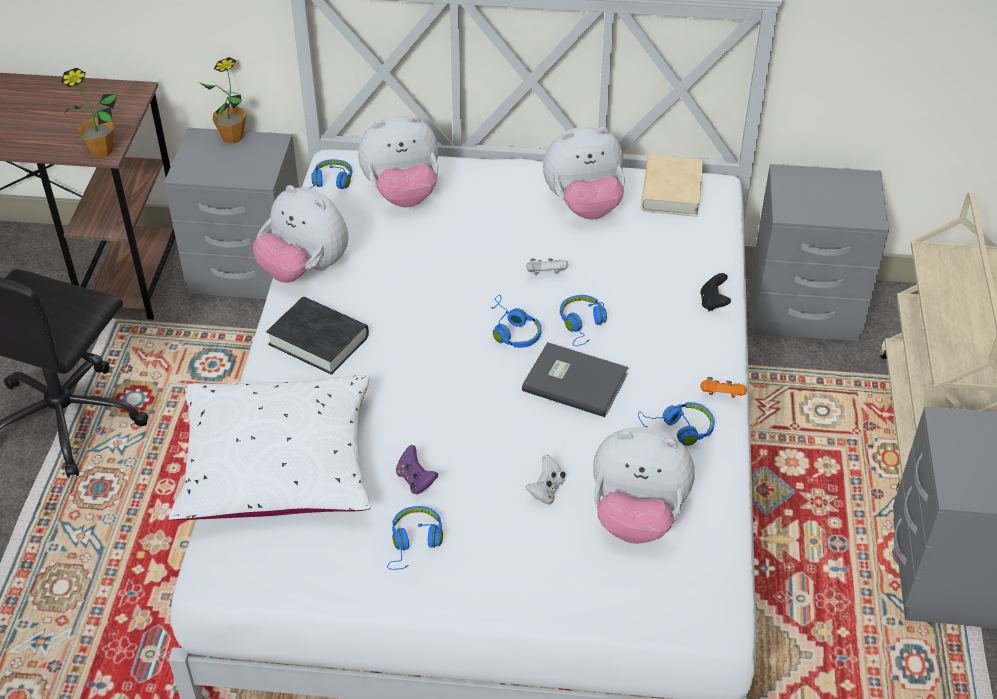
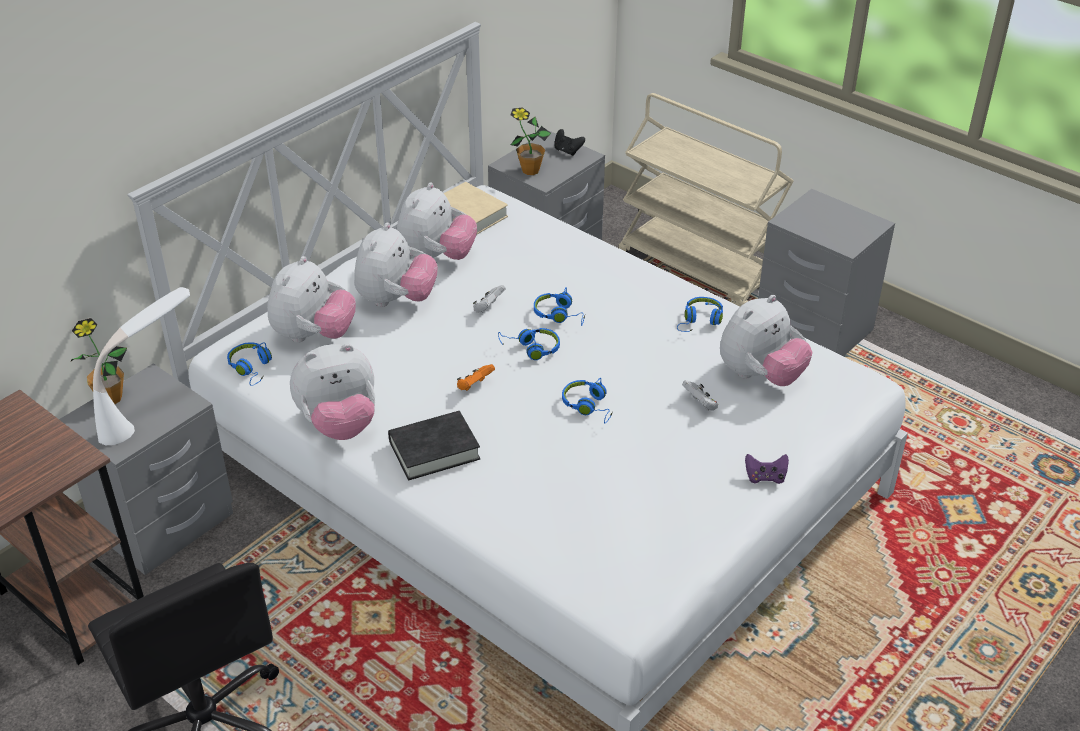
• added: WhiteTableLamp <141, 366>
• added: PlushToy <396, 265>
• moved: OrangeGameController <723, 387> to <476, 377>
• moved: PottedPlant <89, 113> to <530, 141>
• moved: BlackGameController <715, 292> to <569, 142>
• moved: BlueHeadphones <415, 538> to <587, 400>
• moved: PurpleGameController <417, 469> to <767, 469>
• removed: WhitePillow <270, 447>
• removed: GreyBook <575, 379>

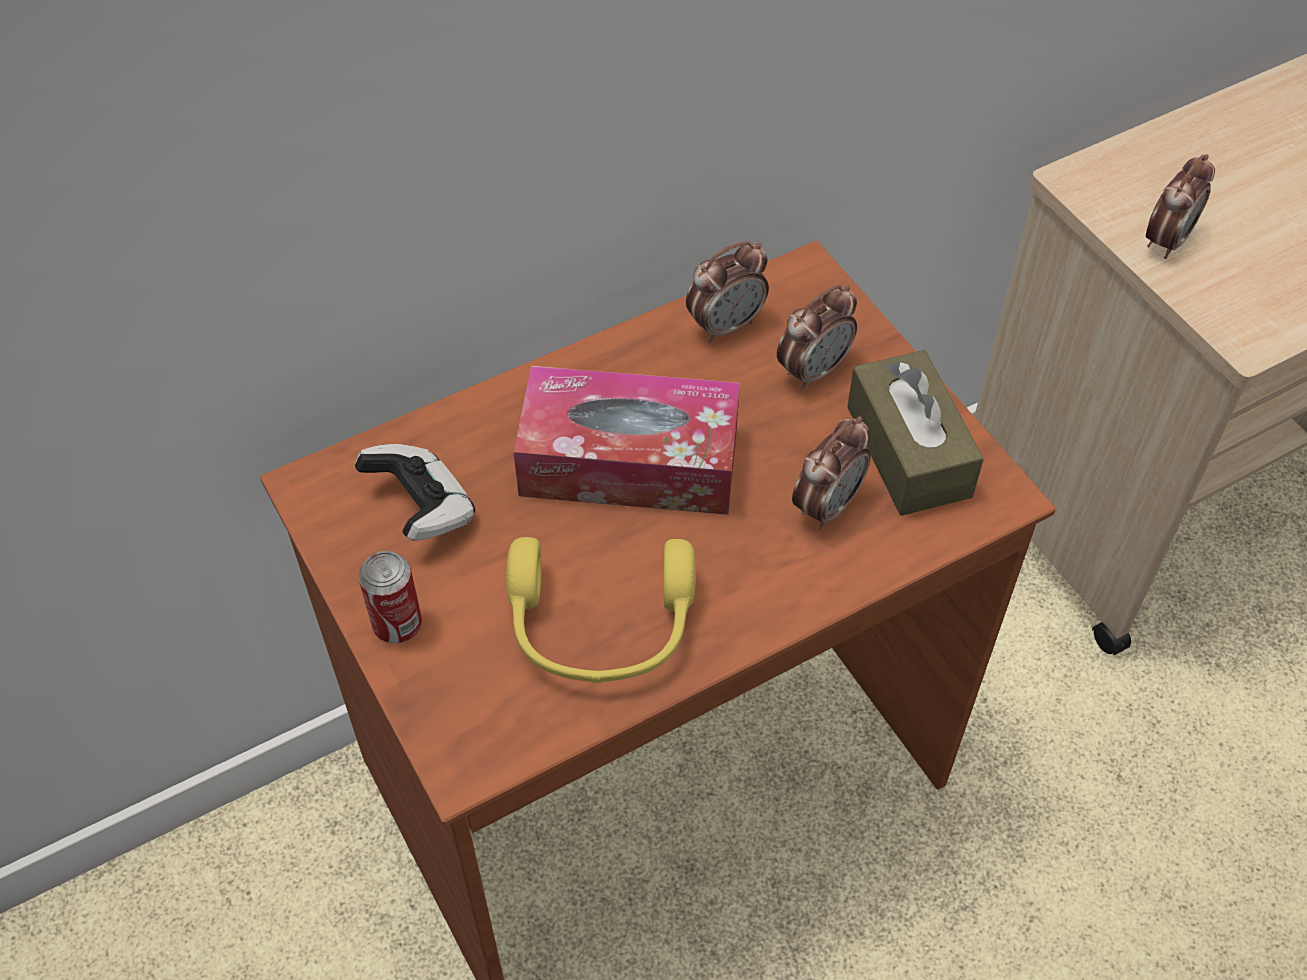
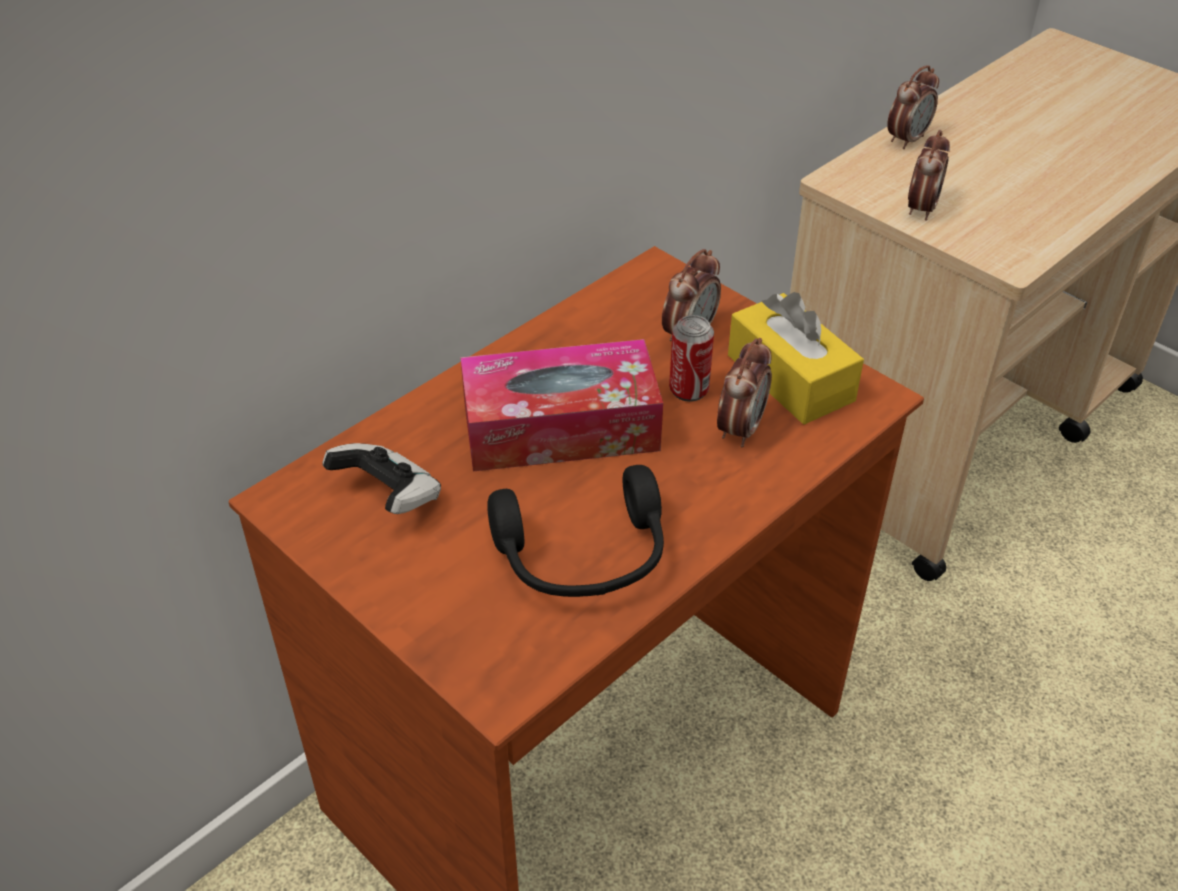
• recoloured: YellowHeadphones <601, 610> to BlackHeadphones <575, 531>
• moved: Can <390, 597> to <691, 358>
• recoloured: BrownTissueBox <915, 433> to YellowTissueBox <796, 358>
• moved: AlarmClock <727, 292> to <913, 107>

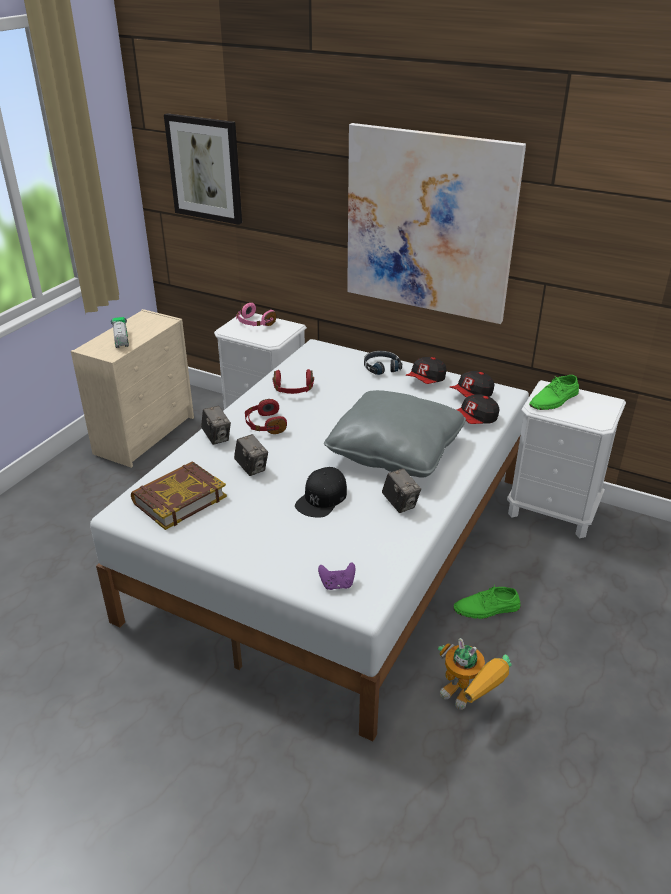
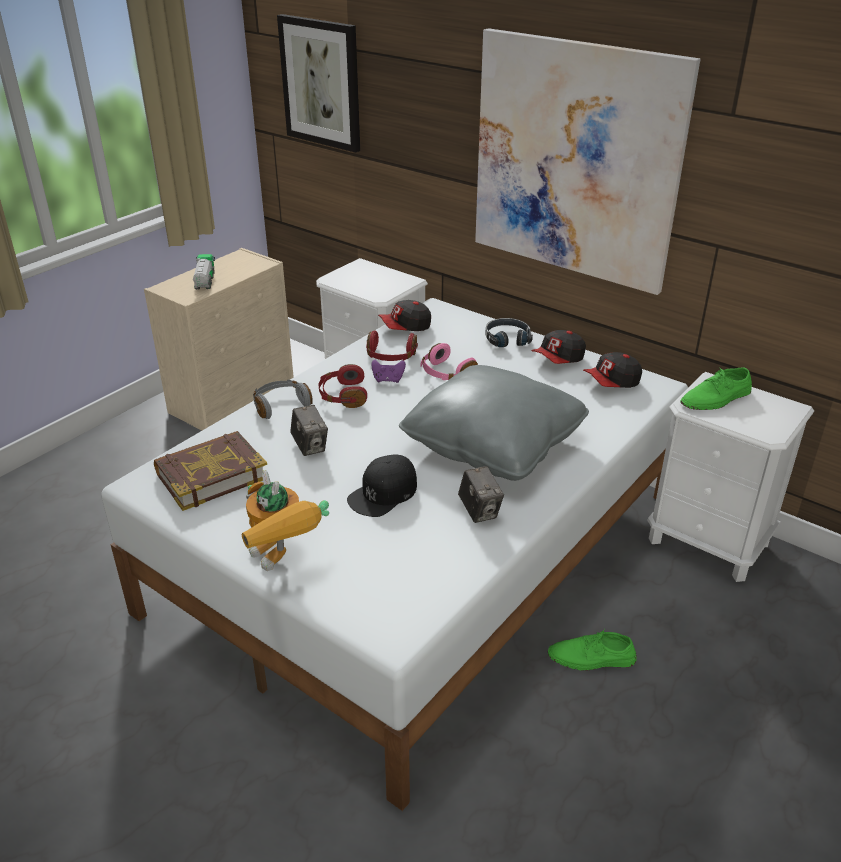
• moved: ToyRobot <475, 674> to <285, 520>
• replaced: PhotoCamera <216, 425> to GreyHeadphones <283, 399>
• moved: PurpleGameController <336, 576> to <388, 371>
• moved: Cap <478, 409> to <404, 315>
• moved: PinkHeadphones <256, 314> to <449, 361>

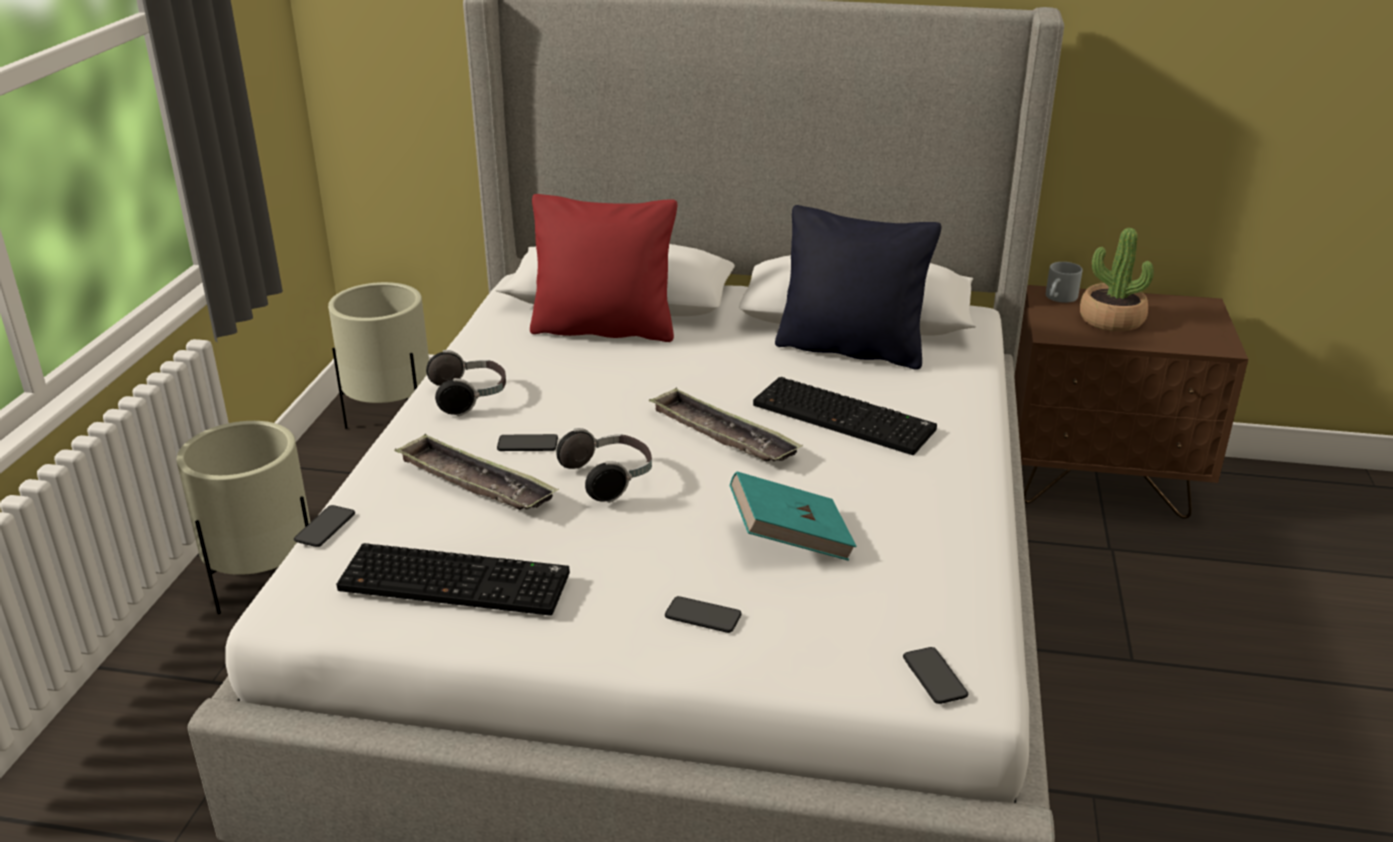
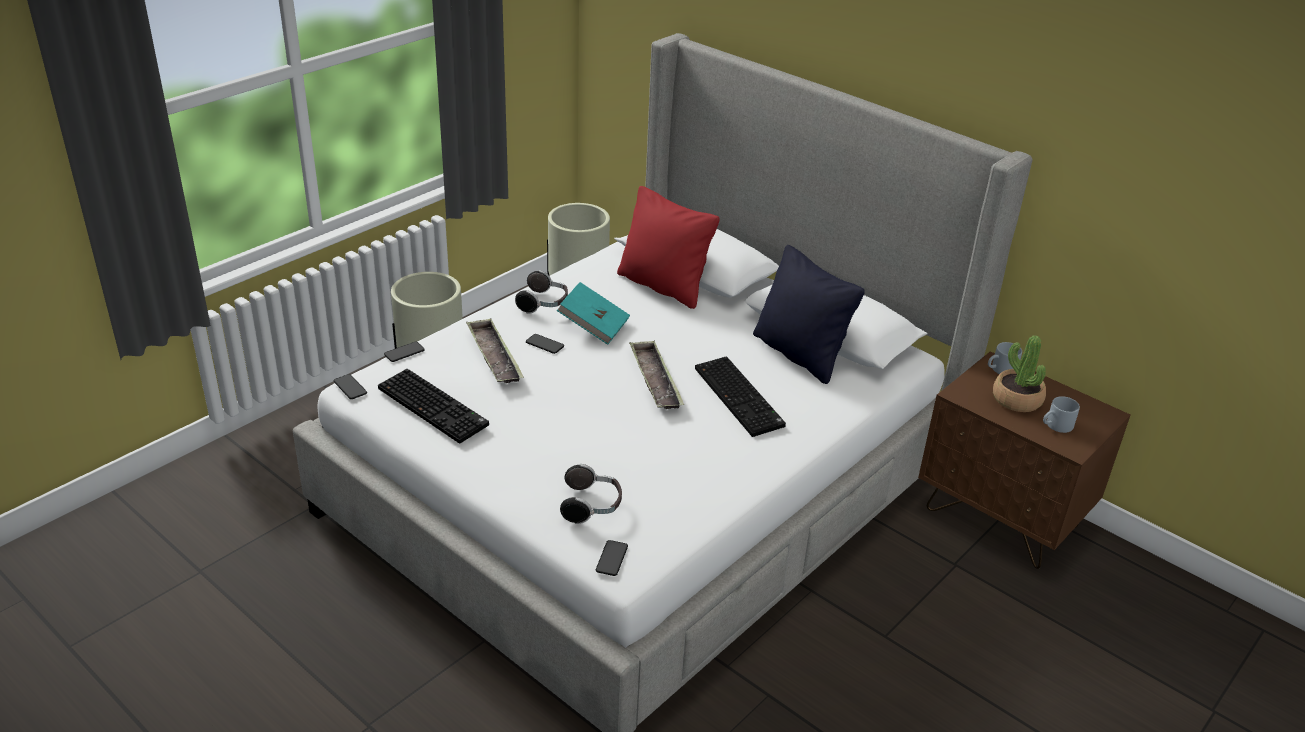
• moved: Phone <703, 614> to <350, 386>
• moved: TurquoiseBook <793, 516> to <593, 313>
• moved: Headphones <604, 465> to <591, 494>
• added: GreyMug <1061, 414>

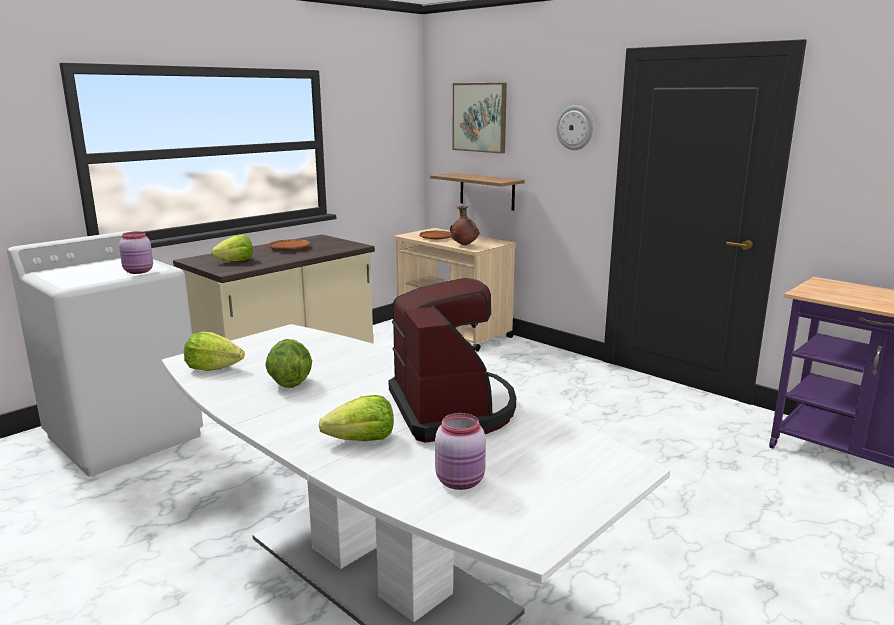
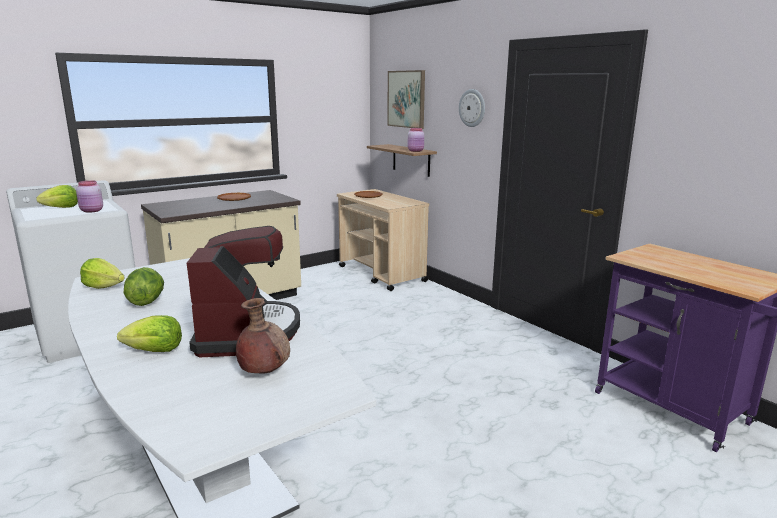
• moved: Lettuce <232, 248> to <57, 196>
• moved: BrownVase <465, 225> to <263, 336>
• moved: PinkJar <460, 451> to <416, 140>

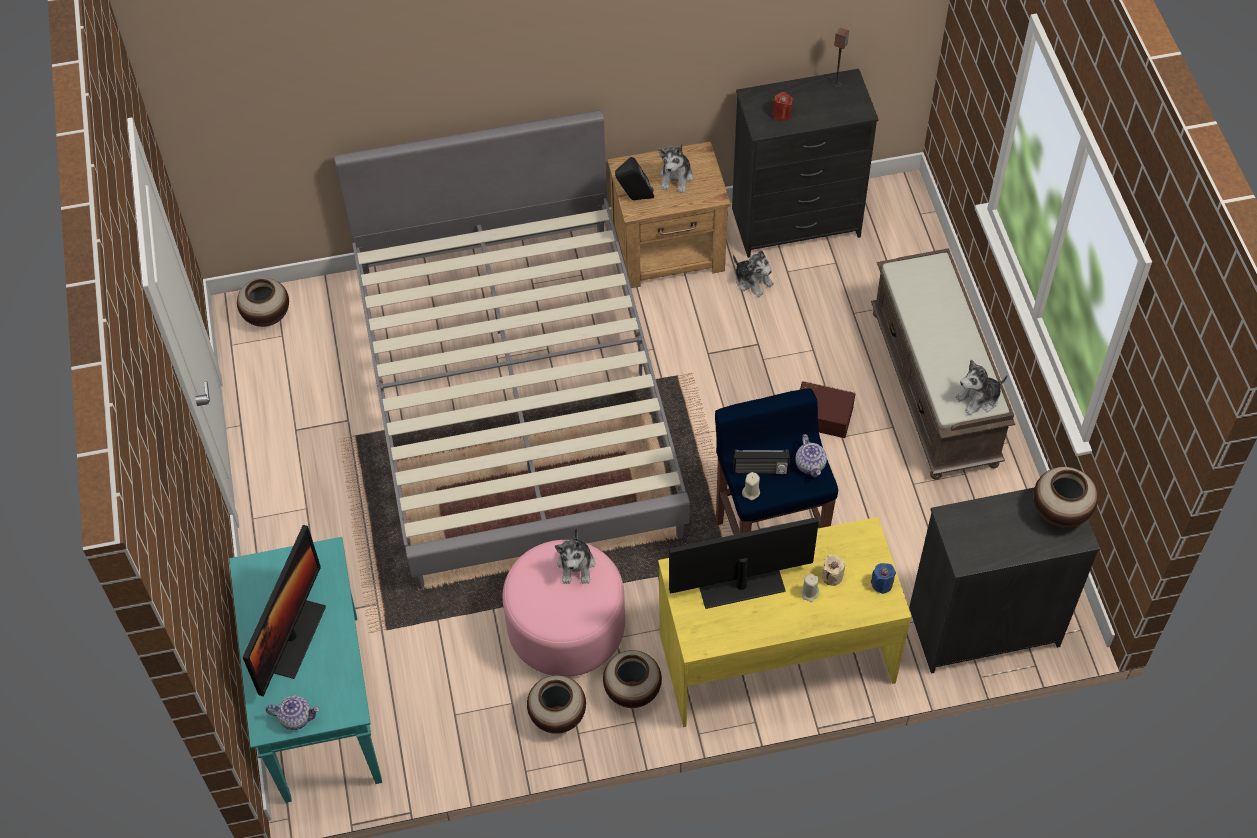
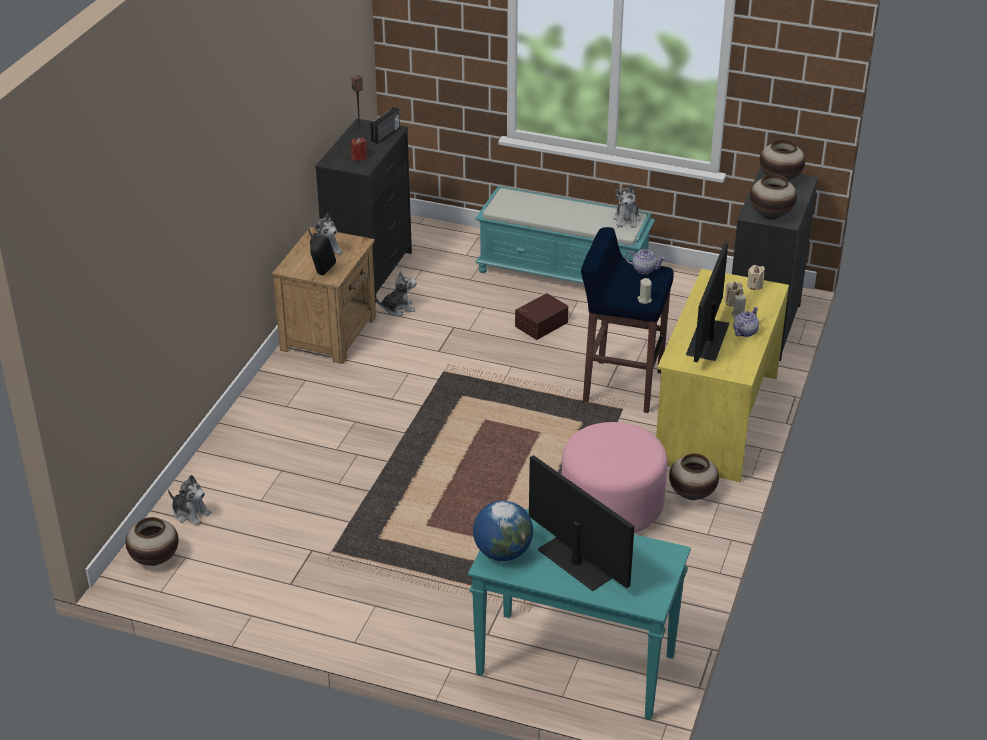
• moved: PlushToy <575, 555> to <190, 500>
• moved: Radio <761, 462> to <385, 125>
• added: Globe <503, 531>
• recoloured: BrownBench <943, 364> to TurquoiseBench <565, 235>
• moved: Teapot <293, 713> to <746, 322>
• recoloured: BlueCandle <883, 578> to BeigeCandle <756, 277>
• moved: Vase <556, 704> to <773, 197>
• removed: GreyBed <512, 349>

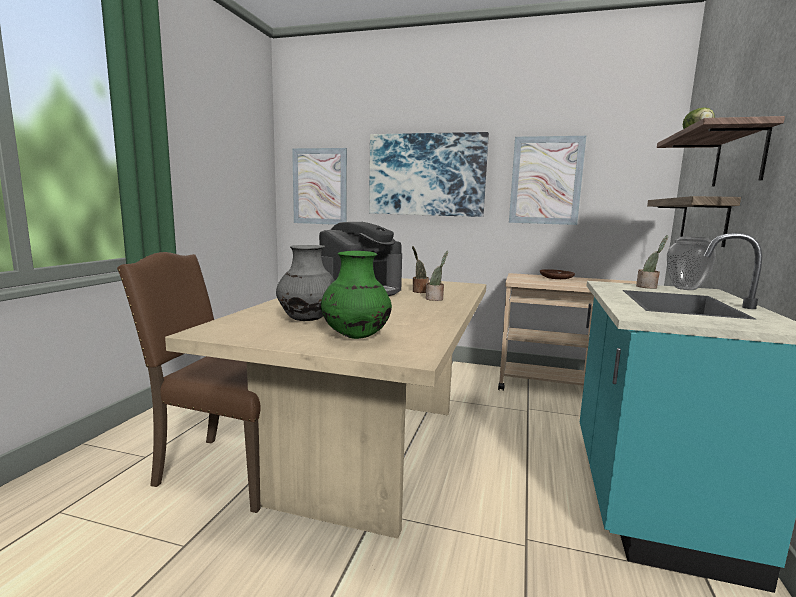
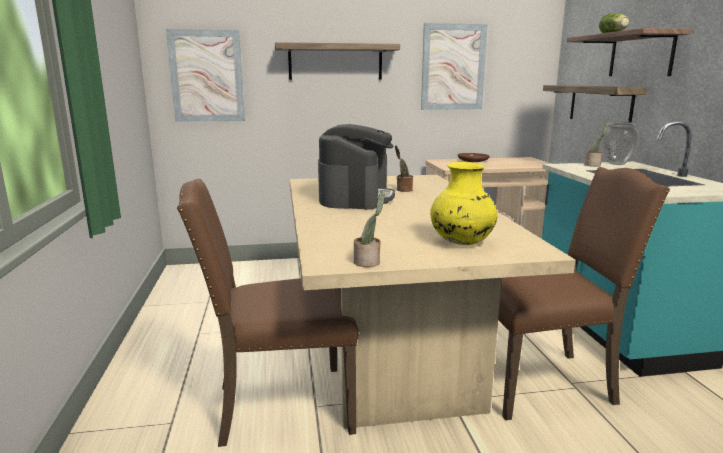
• replaced: Picture <429, 174> to Shelf <337, 61>
• moved: PottedPlant <437, 276> to <369, 228>
• recoloured: GreenVase <356, 295> to YellowVase <464, 203>
• added: BrownChair <584, 293>
• removed: GreyVase <305, 283>

